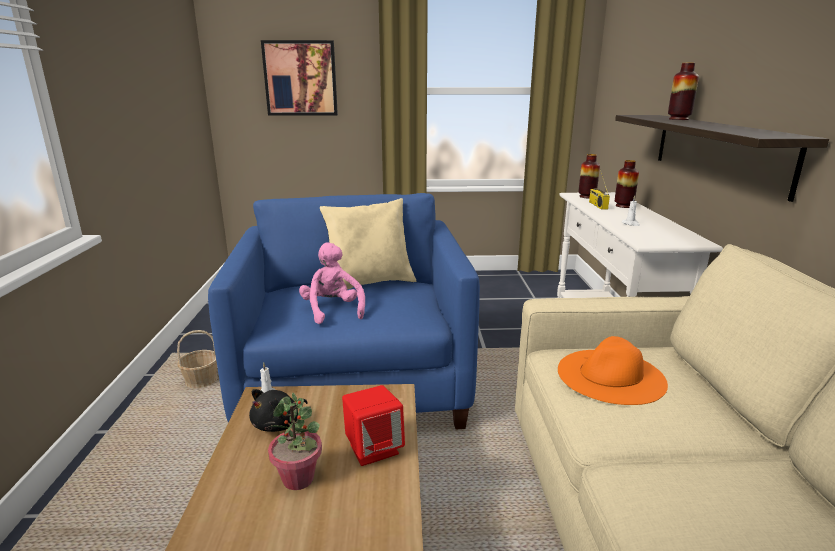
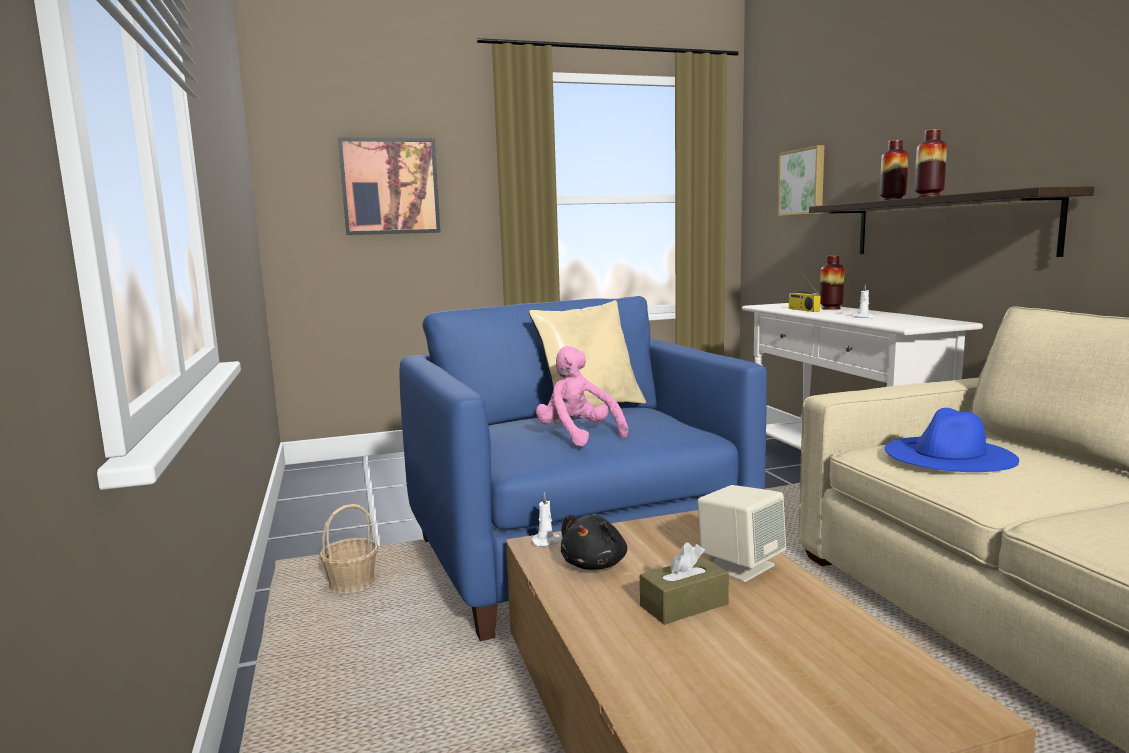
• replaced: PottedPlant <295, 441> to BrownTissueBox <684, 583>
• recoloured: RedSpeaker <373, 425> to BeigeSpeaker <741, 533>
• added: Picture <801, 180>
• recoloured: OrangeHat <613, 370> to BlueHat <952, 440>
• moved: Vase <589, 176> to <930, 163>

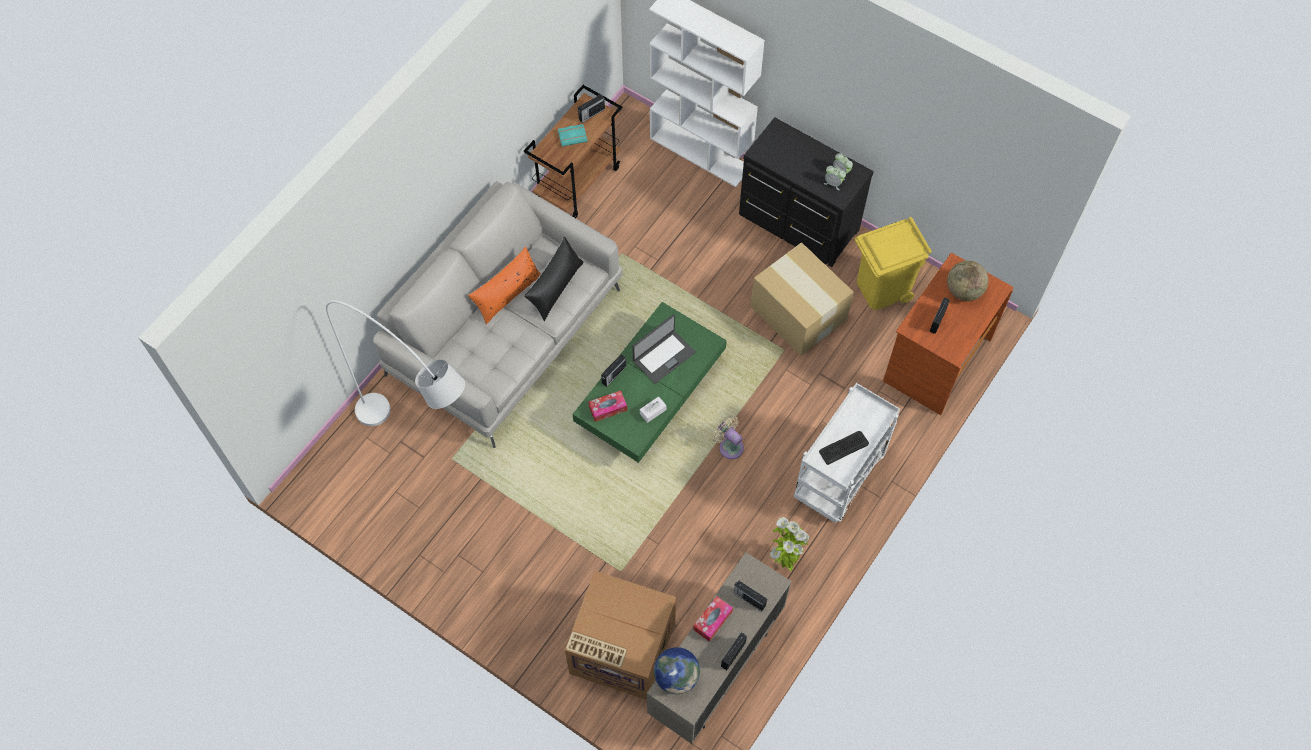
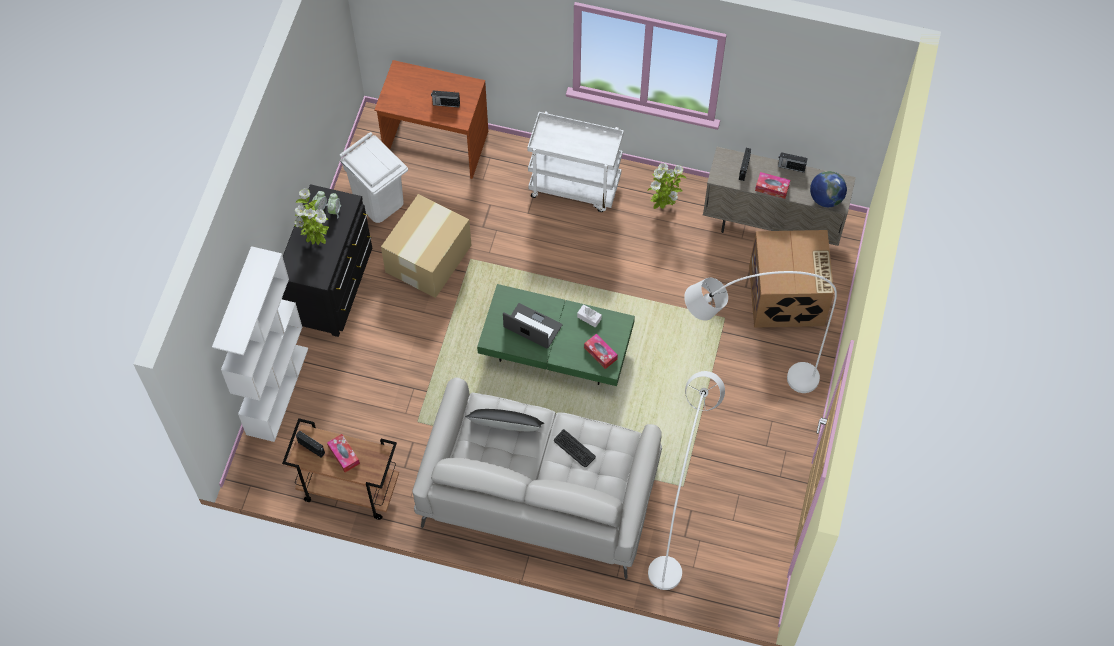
• added: PottedPlant <311, 216>
• replaced: TurquoiseBook <573, 135> to TissueBox <343, 453>
• recoloured: YellowTrashCan <893, 263> to WhiteTrashCan <373, 177>
• moved: Keyboard <844, 448> to <575, 448>
• added: WhiteFloorLamp <760, 332>
• removed: OrangePillow <504, 285>
• removed: Radio <613, 370>
• removed: BeigeFan <728, 437>
• removed: Globe <967, 281>

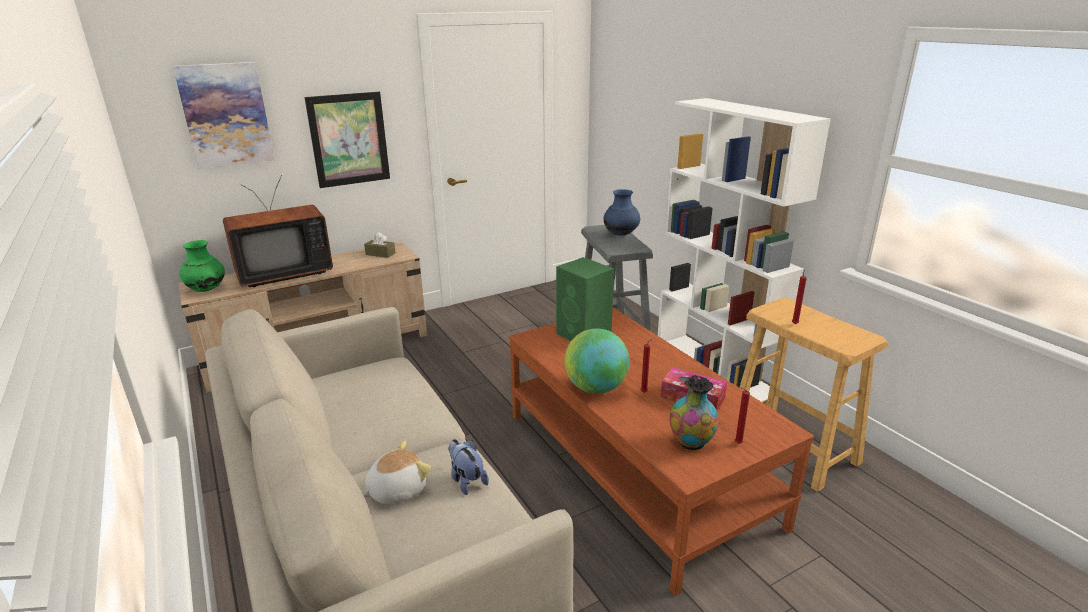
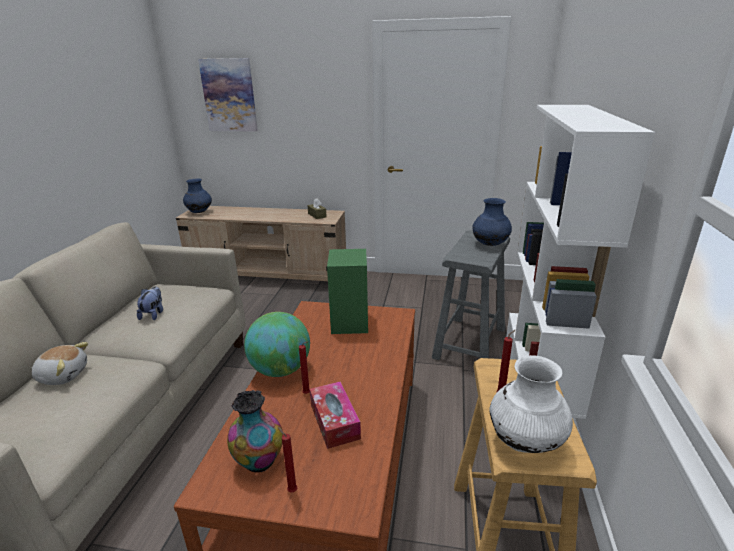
• moved: PlushToy <468, 467> to <150, 303>
• recoloured: GreenVase <202, 266> to BlueVase <197, 196>
• added: WhiteVase <531, 404>
• removed: Television <278, 231>
• removed: Picture <347, 140>

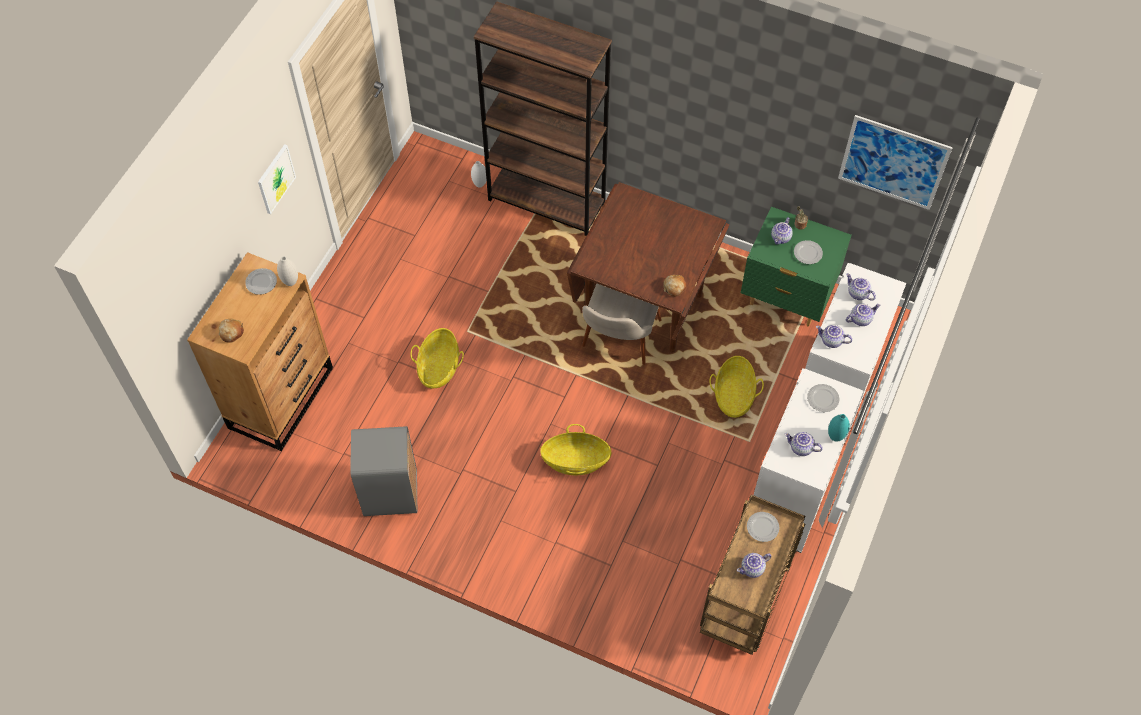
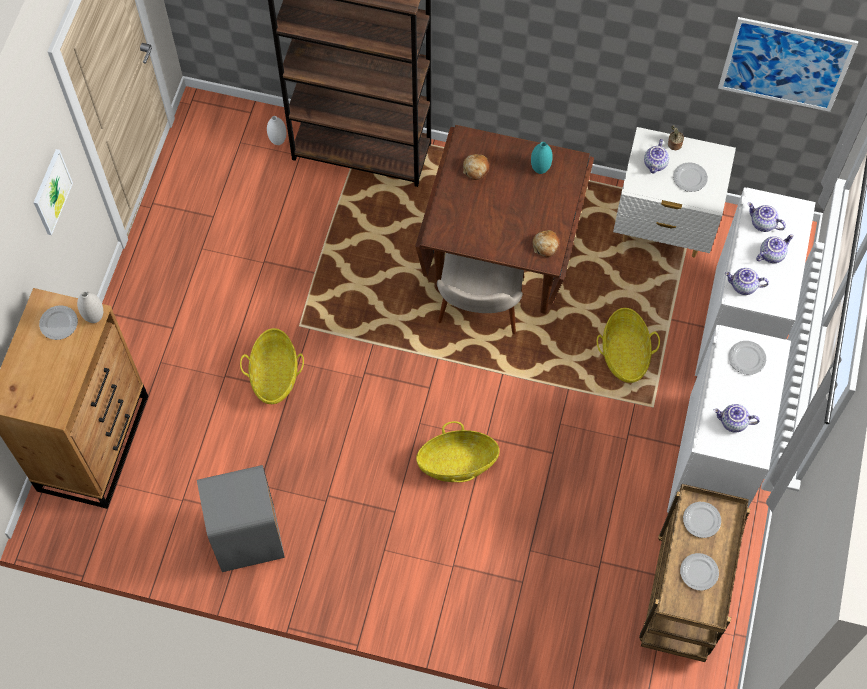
• moved: Bread <231, 331> to <476, 167>
• moved: TurquoiseVase <839, 428> to <542, 158>
• recoloured: GreenNightstand <796, 266> to WhiteNightstand <674, 192>
• replaced: Teapot <754, 565> to Plate <699, 572>

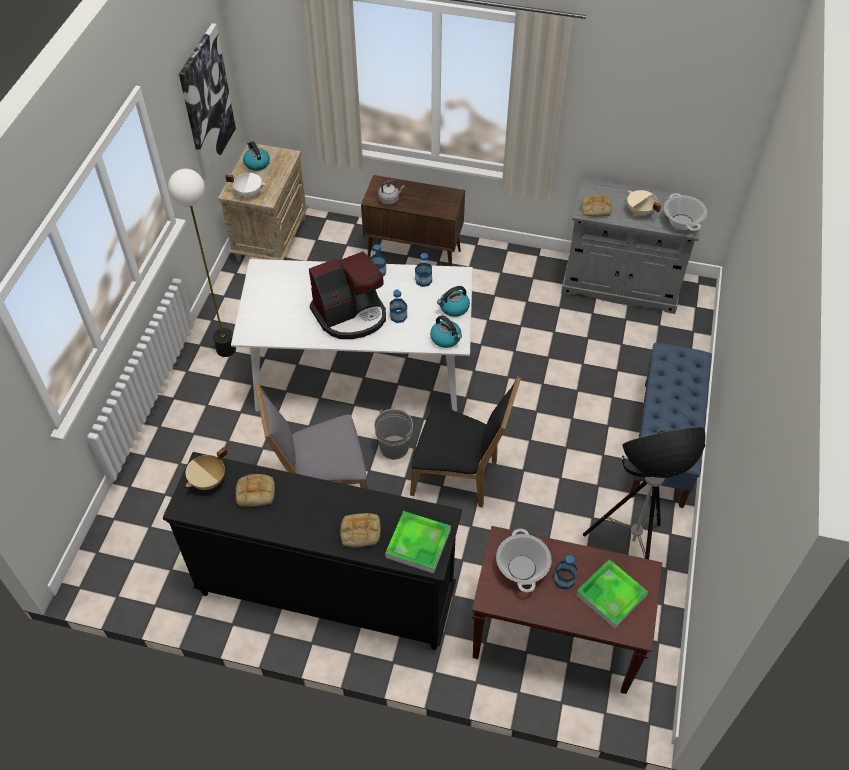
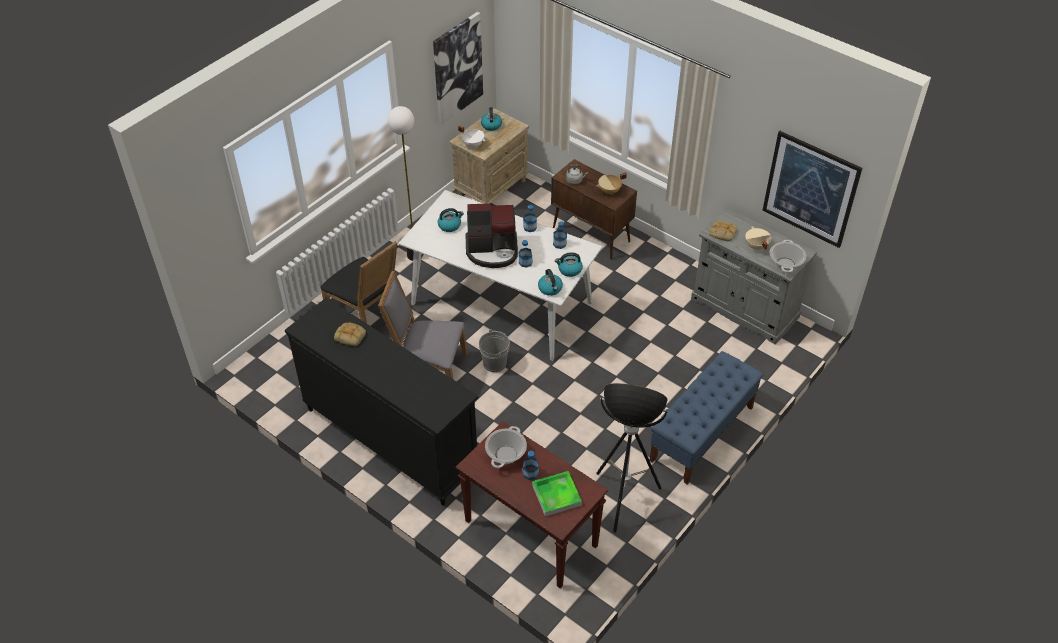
• moved: BlackChair <465, 442> to <358, 282>
• added: Kettle <451, 220>
• moved: BeigeCookingPot <207, 468> to <612, 183>
• added: Picture <812, 189>
• removed: Bread <360, 530>
• removed: Tray <418, 542>

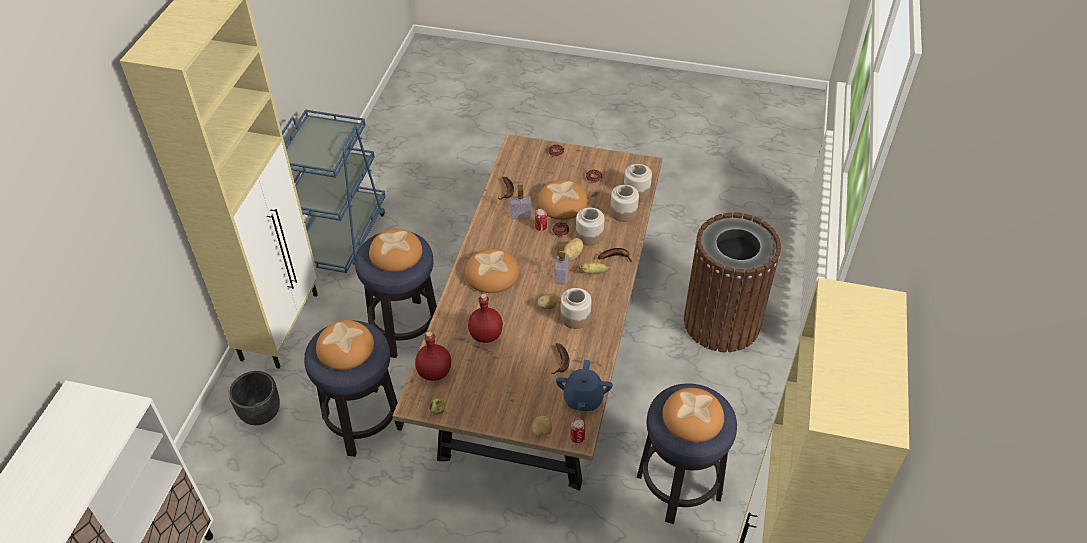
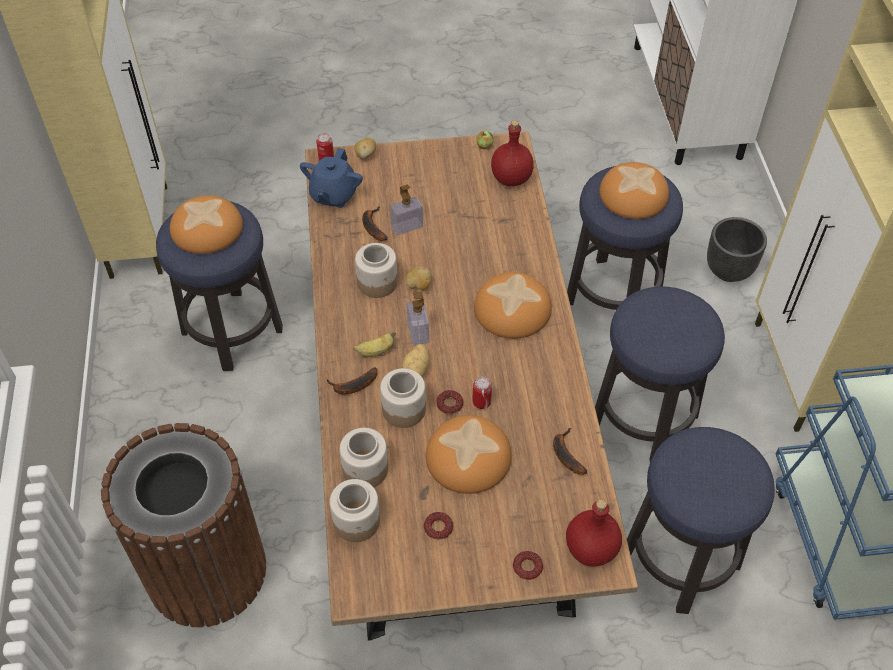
• turned: BlueTeapot <584, 385> = <331, 178> 150 degrees counterclockwise
• moved: SoapDispenser <520, 202> to <406, 209>
• moved: RedBottle <485, 318> to <594, 533>
• added: Stool <701, 520>
• removed: Bread <396, 250>

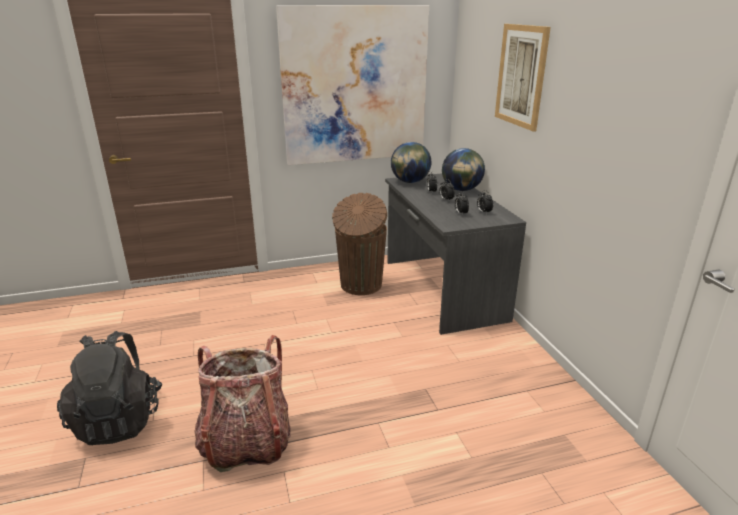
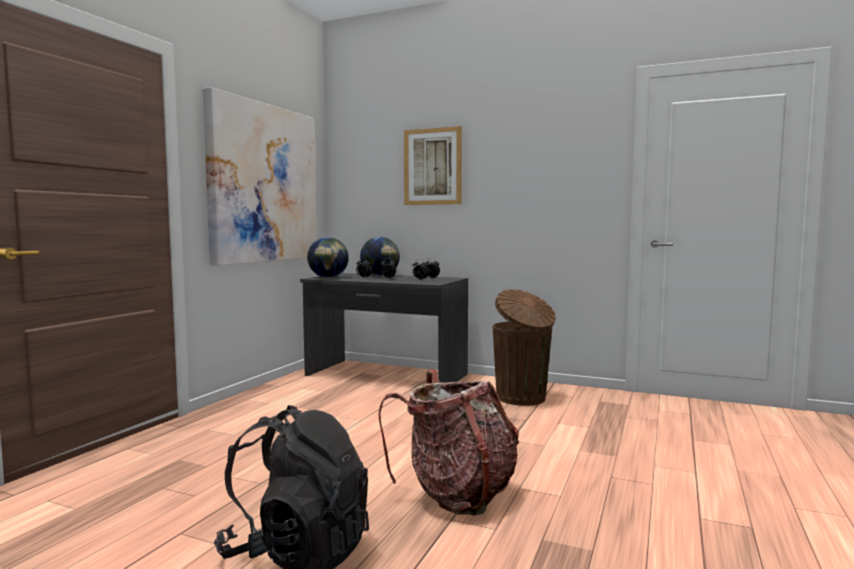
• moved: BrownTrashCan <359, 244> to <524, 347>

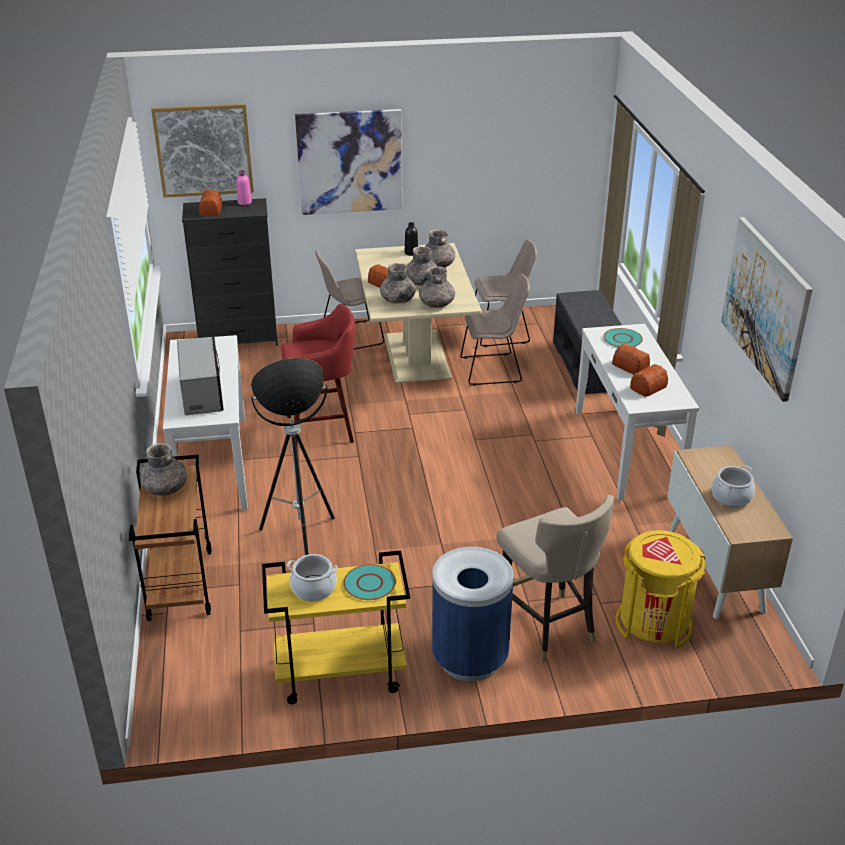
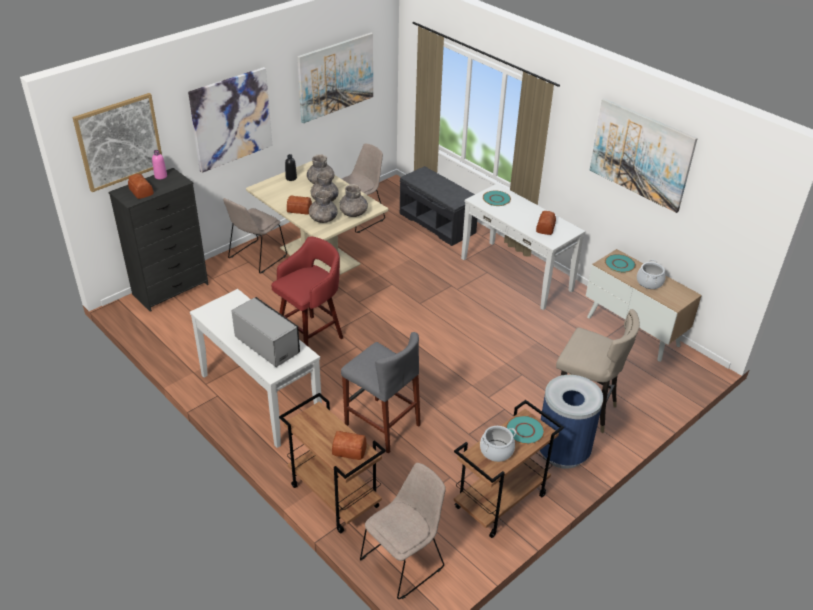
• added: Picture <335, 78>
• moved: Bread <631, 359> to <349, 445>
• replaced: FloorLamp <292, 456> to GreyStool <381, 393>
• moved: BeigeChair <495, 329> to <403, 531>
• recoloured: YellowCart <336, 627> to BrownCart <509, 469>
• added: TurquoisePlate <620, 263>
• removed: GreyVase <163, 469>
• removed: YellowTrashCan <660, 589>

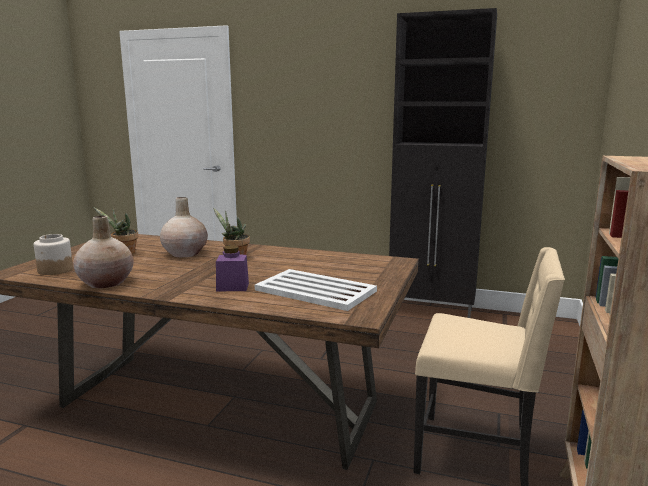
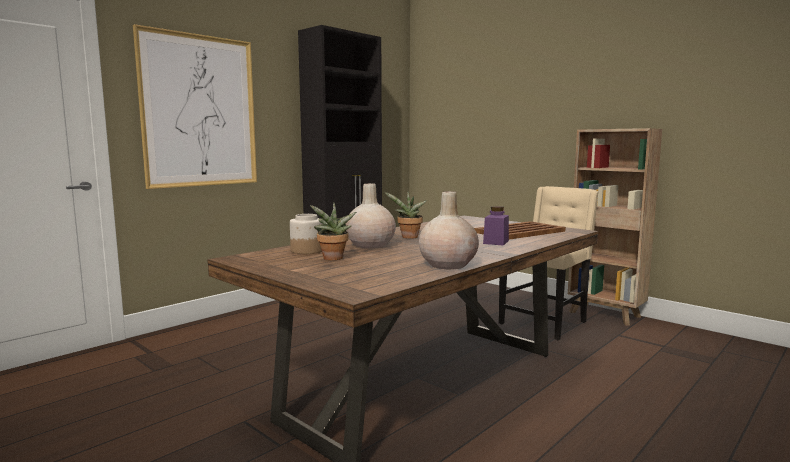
• added: Picture <195, 106>
• moved: Jar <53, 254> to <306, 234>
• recoloured: WhiteTray <316, 290> to BrownTray <519, 230>

